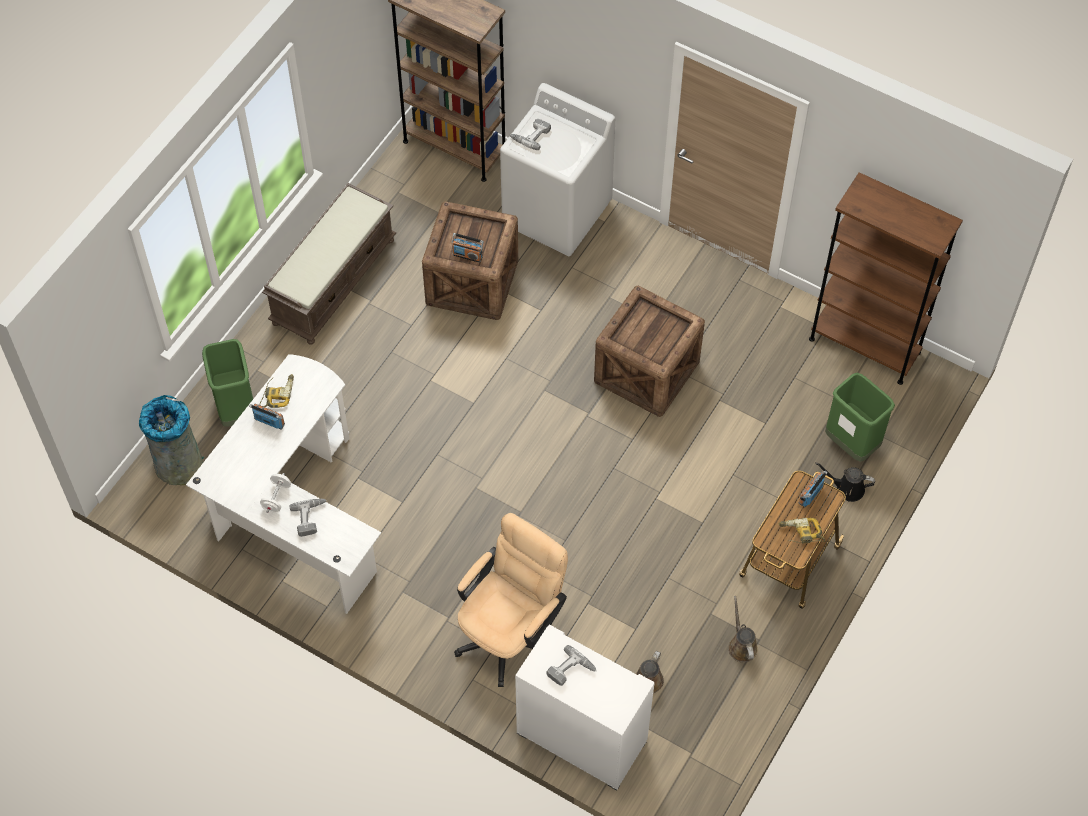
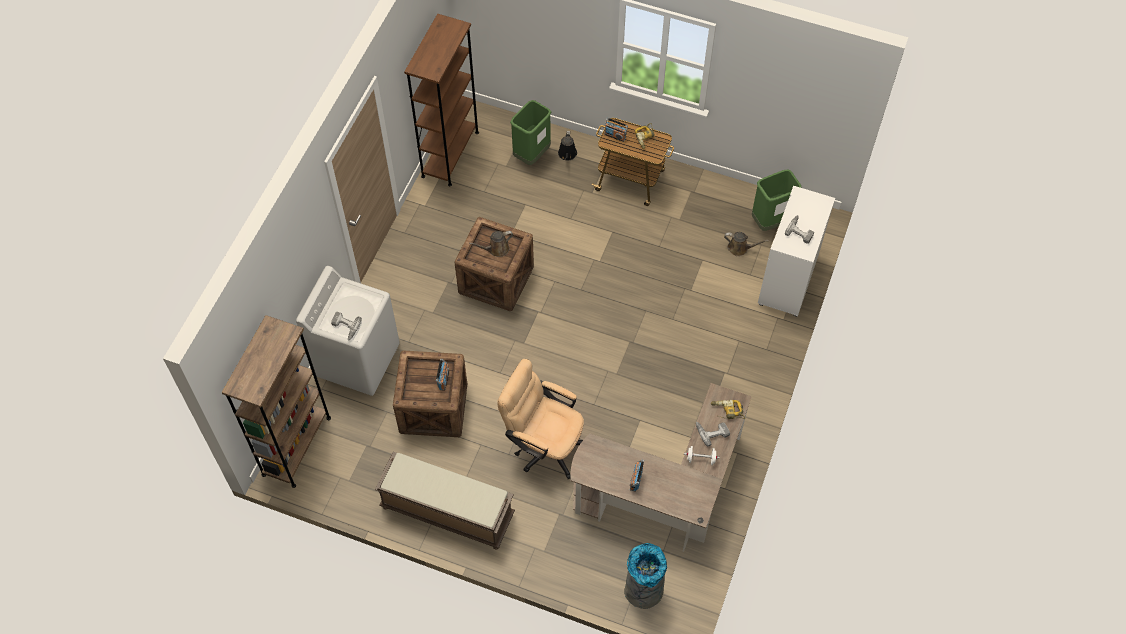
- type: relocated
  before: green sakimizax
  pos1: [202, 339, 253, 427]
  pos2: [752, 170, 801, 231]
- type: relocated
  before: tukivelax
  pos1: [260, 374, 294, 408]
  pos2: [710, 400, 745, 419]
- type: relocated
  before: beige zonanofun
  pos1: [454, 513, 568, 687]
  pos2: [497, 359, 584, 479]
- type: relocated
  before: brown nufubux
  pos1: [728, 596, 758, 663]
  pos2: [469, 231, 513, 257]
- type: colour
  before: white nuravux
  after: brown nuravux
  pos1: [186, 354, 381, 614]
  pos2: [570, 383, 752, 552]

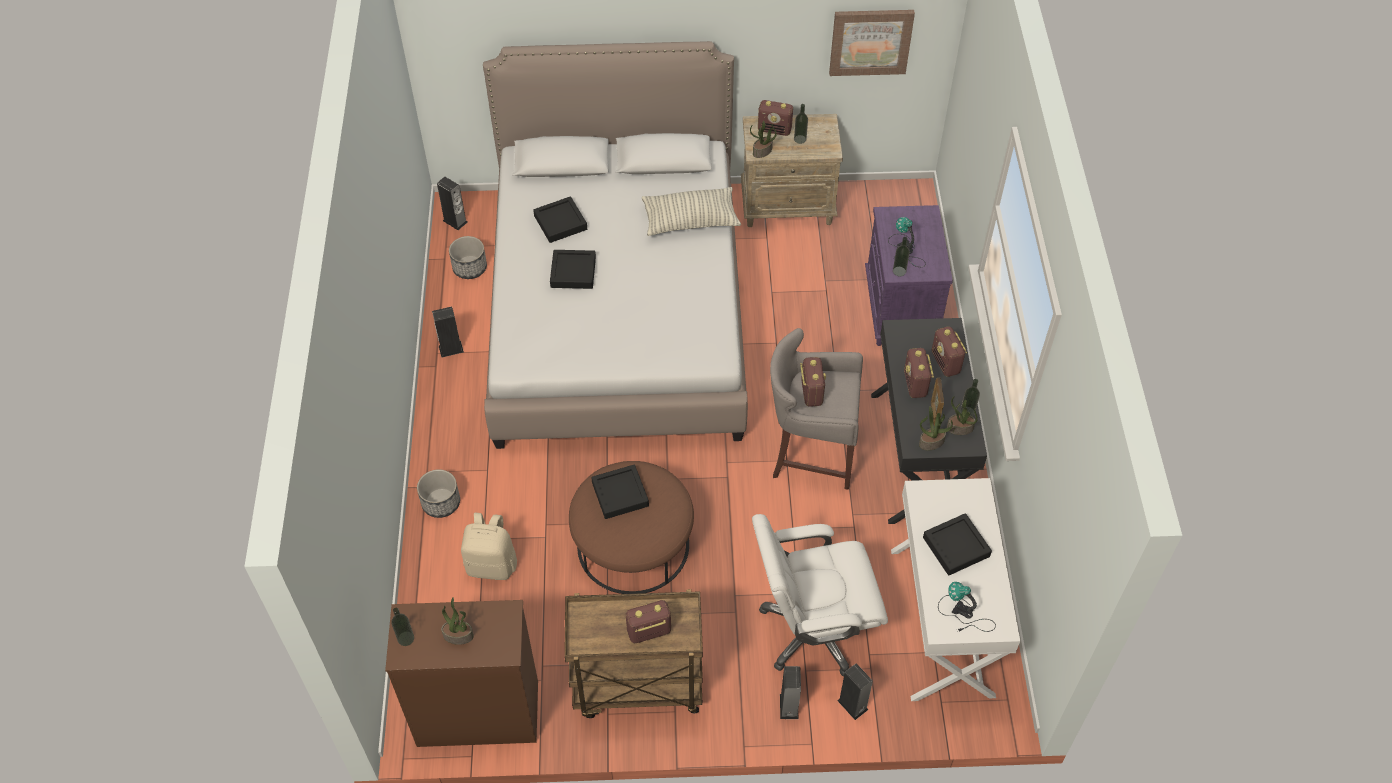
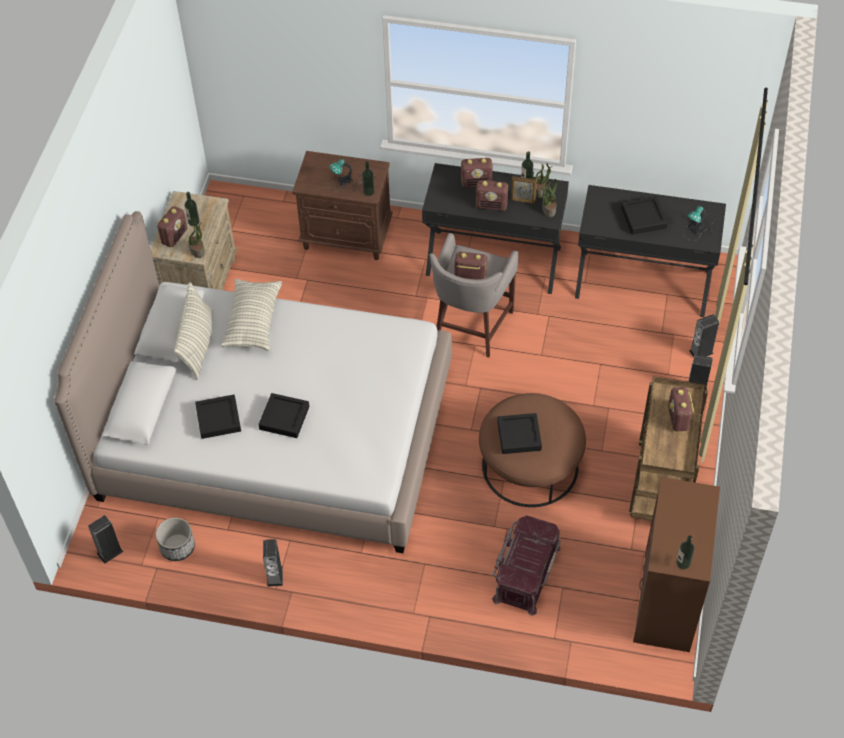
- type: missing
  before: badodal
  pos1: [417, 469, 460, 518]
- type: missing
  before: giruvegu
  pos1: [441, 598, 474, 645]
- type: missing
  before: white zonanofun
  pos1: [752, 514, 888, 677]
- type: missing
  before: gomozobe
  pos1: [829, 10, 915, 76]
- type: appeared
  after: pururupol
  pos2: [174, 282, 213, 380]
- type: exchanged
  before: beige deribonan
  after: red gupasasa
  pos1: [461, 513, 517, 580]
  pos2: [492, 515, 560, 616]
- type: colour
  before: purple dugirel
  after: brown dugirel
  pos1: [865, 205, 953, 346]
  pos2: [292, 151, 393, 260]
- type: colour
  before: white nuravux
  after: black nuravux
  pos1: [891, 478, 1020, 701]
  pos2: [575, 185, 726, 317]

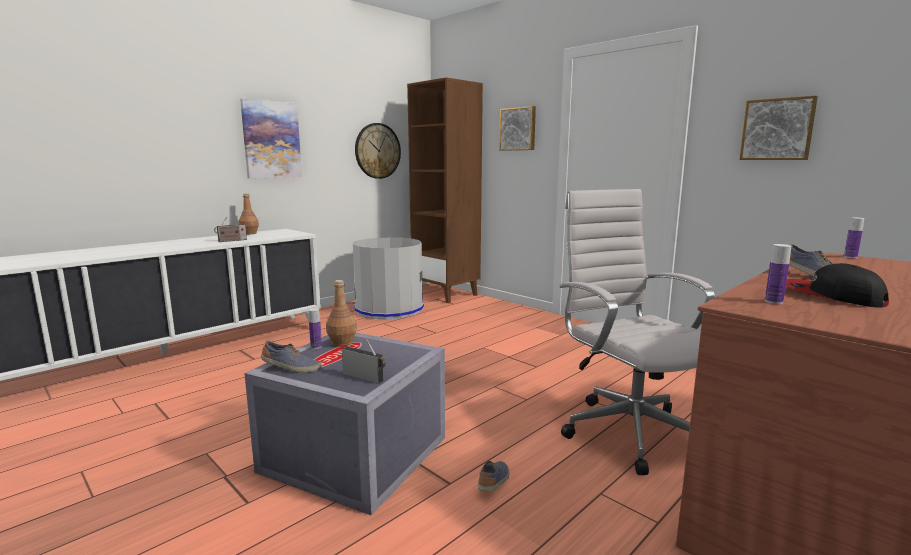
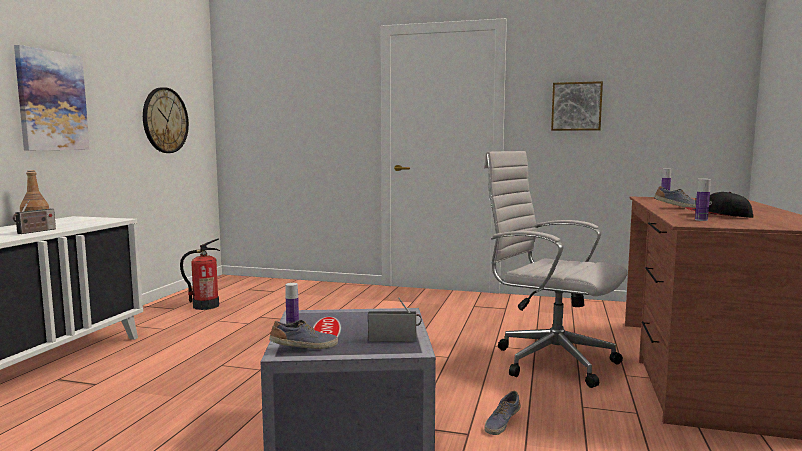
- type: missing
  before: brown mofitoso
  pos1: [326, 280, 357, 346]
- type: missing
  before: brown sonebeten
  pos1: [407, 77, 483, 303]
- type: missing
  before: gomozobe
  pos1: [499, 106, 536, 151]
- type: exchanged
  before: grey sakimizax
  after: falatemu
  pos1: [353, 237, 424, 320]
  pos2: [180, 238, 220, 310]
- type: spun
  before: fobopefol
  pos1: [478, 461, 509, 491]
  pos2: [484, 391, 521, 435]
  turn: -135

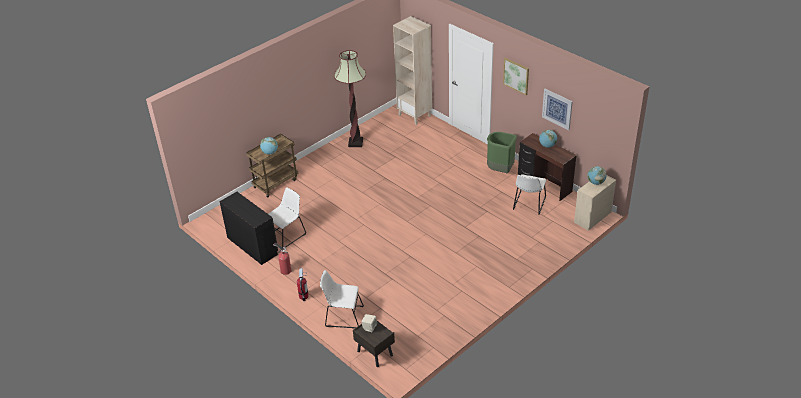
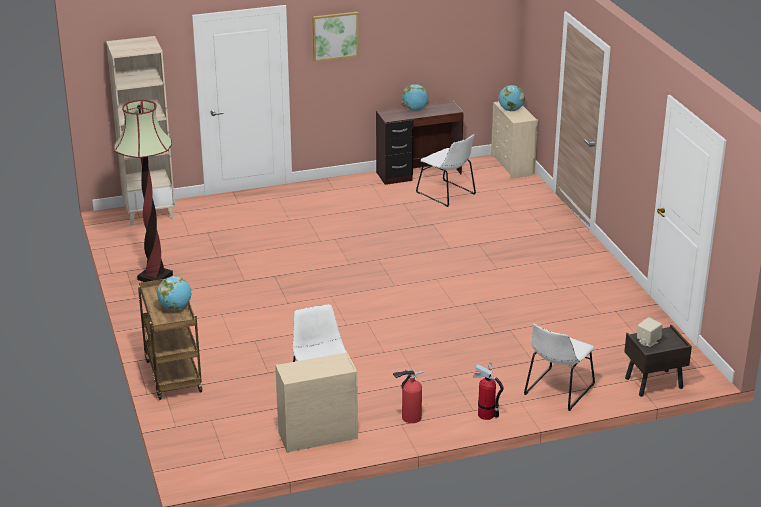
- type: missing
  before: green sakimizax
  pos1: [487, 132, 517, 173]
- type: missing
  before: gomozobe
  pos1: [542, 89, 573, 130]
- type: exchanged
  before: black nuravux
  after: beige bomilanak
  pos1: [220, 192, 278, 265]
  pos2: [275, 352, 358, 453]

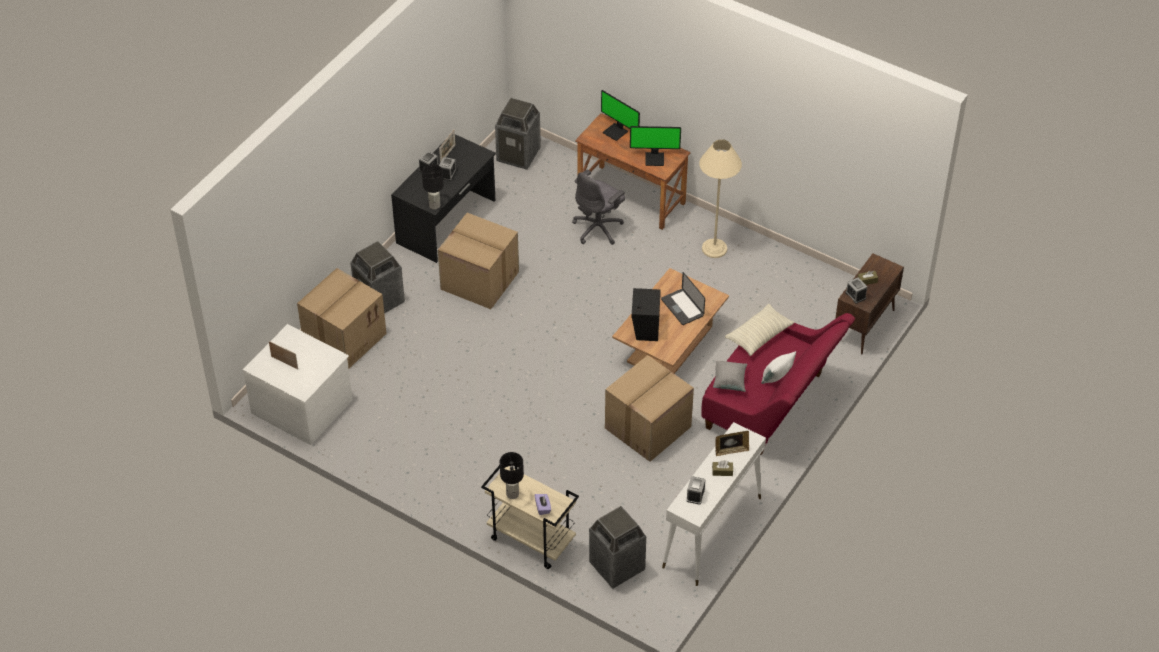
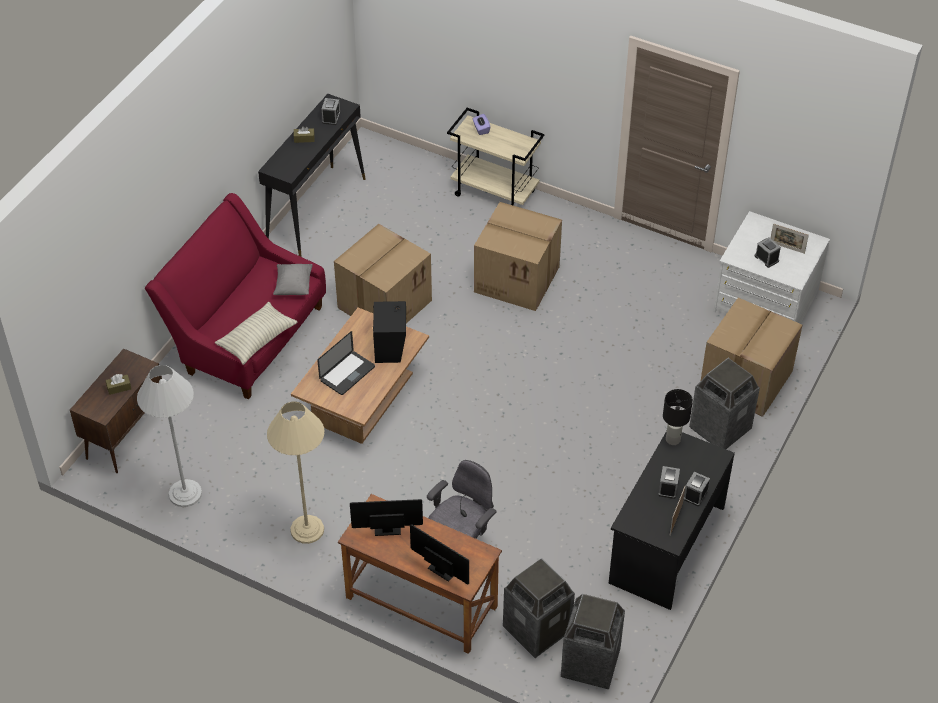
- type: missing
  before: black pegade
  pos1: [500, 452, 524, 499]
- type: missing
  before: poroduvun
  pos1: [715, 431, 749, 456]
- type: missing
  before: white pururupol
  pos1: [761, 351, 796, 384]
- type: appeared
  after: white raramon
  pos2: [137, 365, 202, 507]
- type: relocated
  before: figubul
  pos1: [438, 213, 519, 309]
  pos2: [474, 202, 562, 311]
- type: relocated
  before: sakimizax
  pos1: [589, 506, 646, 589]
  pos2: [503, 558, 575, 658]
- type: relocated
  before: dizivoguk
  pos1: [845, 277, 867, 304]
  pos2: [755, 237, 781, 268]
- type: colour
  before: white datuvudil
  after: black datuvudil
  pos1: [662, 422, 766, 586]
  pos2: [258, 94, 365, 257]
- type: spun
  before: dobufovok
  pos1: [661, 272, 705, 325]
  pos2: [317, 331, 375, 395]
  turn: 75

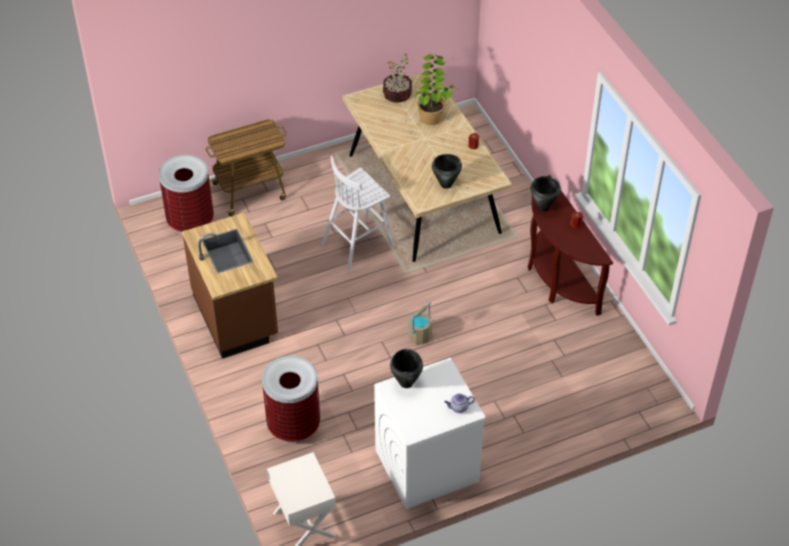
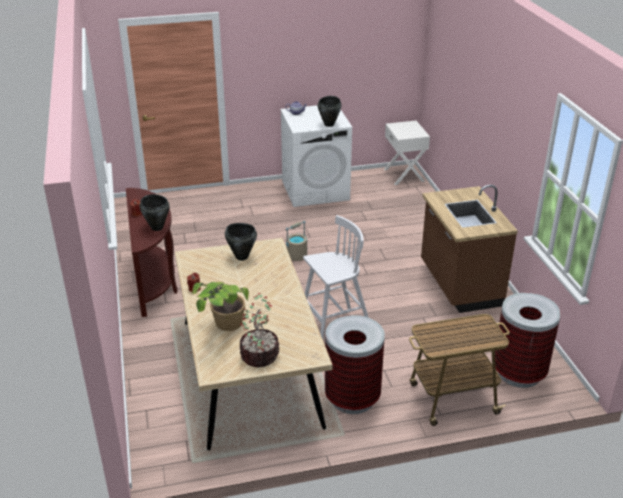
- type: relocated
  before: sakimizax
  pos1: [262, 356, 320, 443]
  pos2: [325, 315, 385, 414]

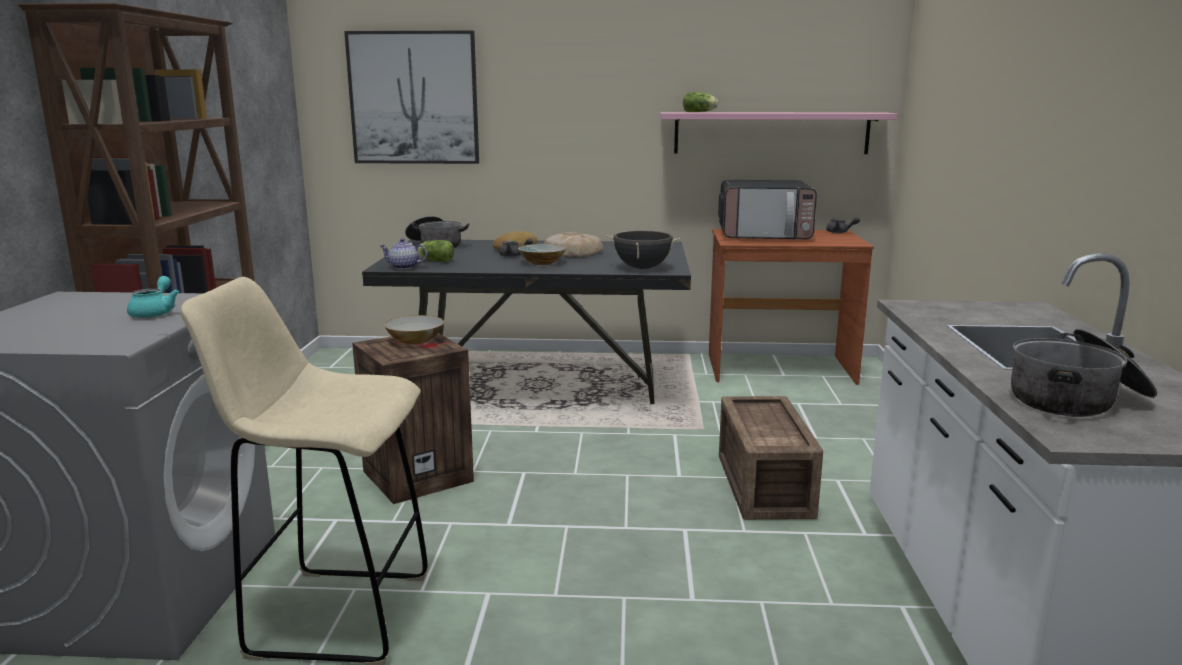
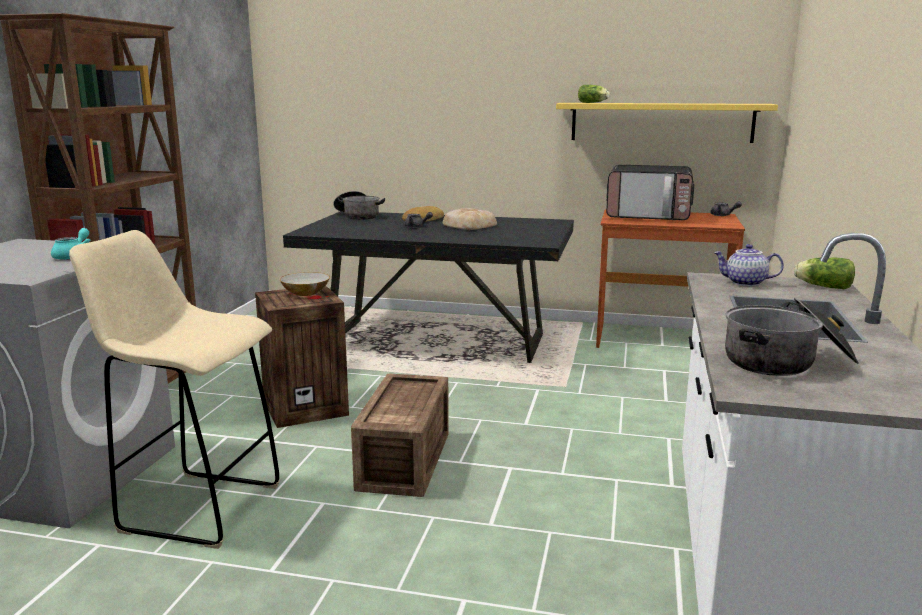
- type: missing
  before: gomozobe
  pos1: [344, 31, 479, 164]
- type: missing
  before: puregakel
  pos1: [518, 244, 566, 265]
- type: missing
  before: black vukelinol
  pos1: [607, 231, 680, 269]
- type: relocated
  before: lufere
  pos1: [380, 238, 427, 270]
  pos2: [714, 244, 784, 286]
- type: relocated
  before: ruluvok
  pos1: [418, 240, 454, 262]
  pos2: [794, 258, 855, 289]
- type: relocated
  before: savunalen
  pos1: [719, 396, 823, 520]
  pos2: [351, 374, 449, 497]
- type: colour
  before: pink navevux
  after: yellow navevux
  pos1: [660, 112, 897, 154]
  pos2: [556, 103, 778, 143]

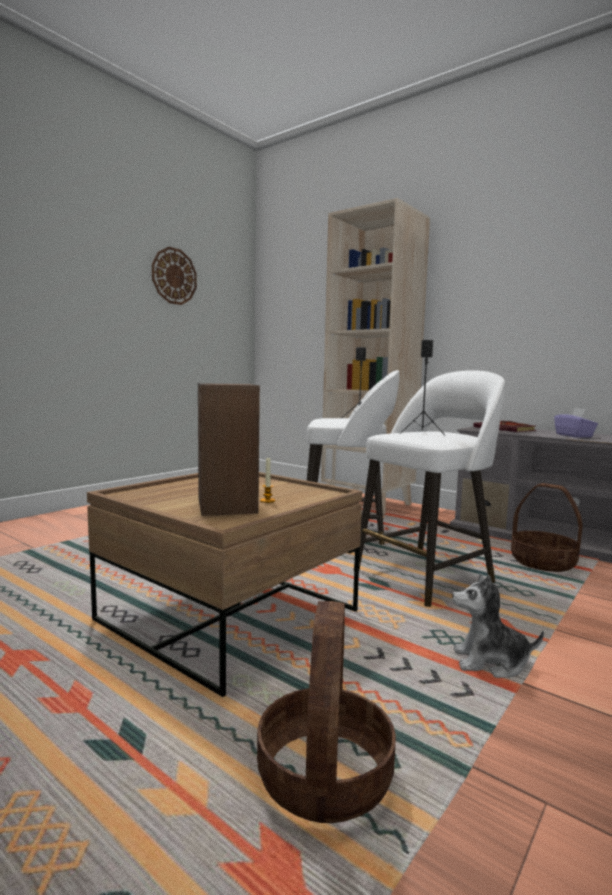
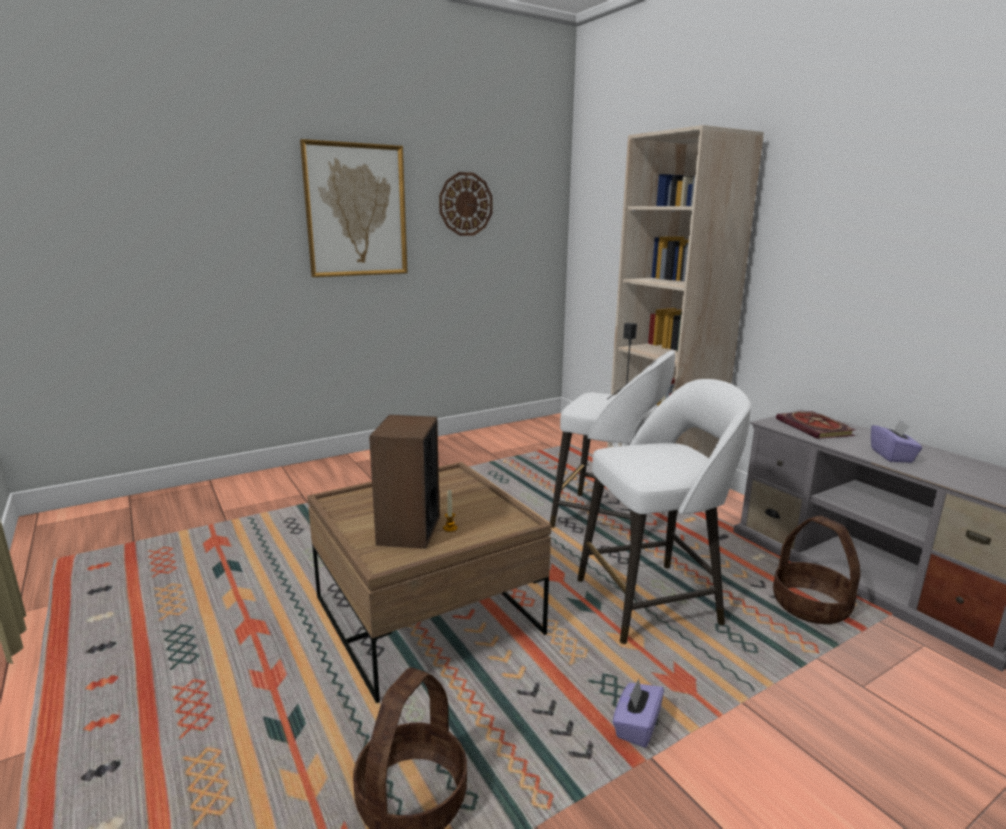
- type: missing
  before: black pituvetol
  pos1: [400, 340, 446, 436]
- type: appeared
  after: gomozobe
  pos2: [300, 139, 408, 277]
- type: exchanged
  before: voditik
  after: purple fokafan
  pos1: [452, 574, 544, 678]
  pos2: [613, 678, 664, 748]

